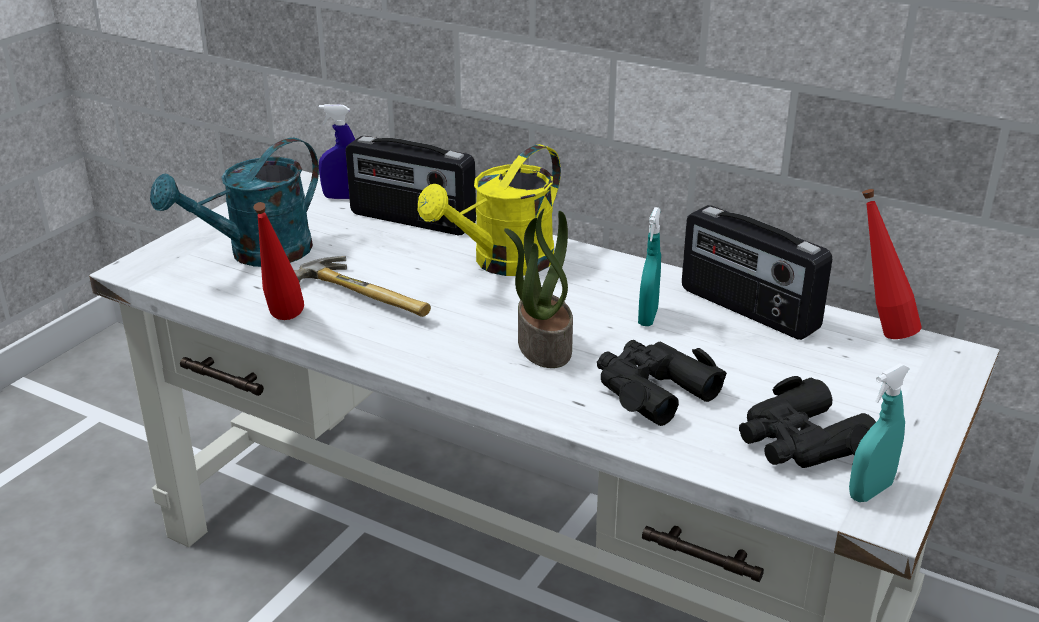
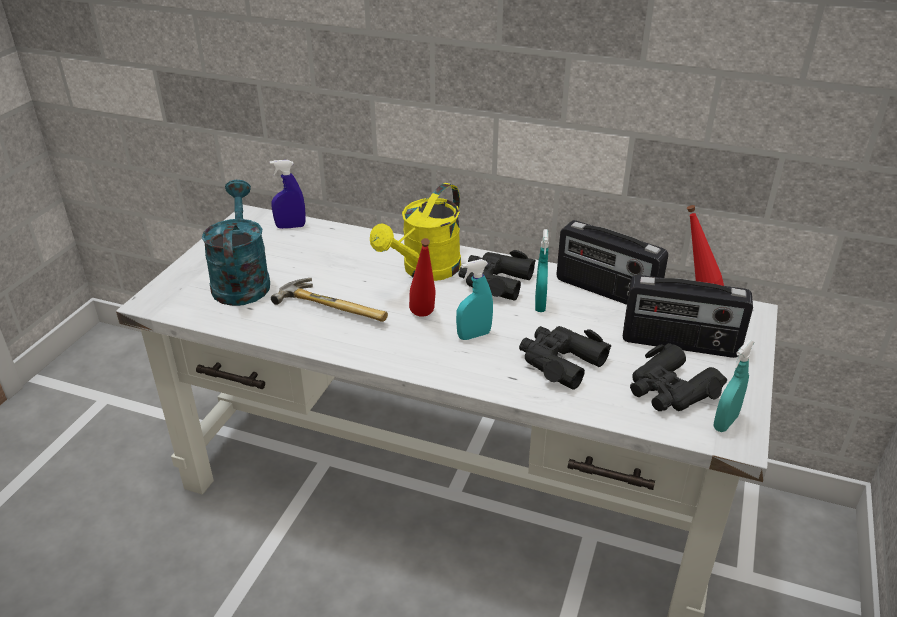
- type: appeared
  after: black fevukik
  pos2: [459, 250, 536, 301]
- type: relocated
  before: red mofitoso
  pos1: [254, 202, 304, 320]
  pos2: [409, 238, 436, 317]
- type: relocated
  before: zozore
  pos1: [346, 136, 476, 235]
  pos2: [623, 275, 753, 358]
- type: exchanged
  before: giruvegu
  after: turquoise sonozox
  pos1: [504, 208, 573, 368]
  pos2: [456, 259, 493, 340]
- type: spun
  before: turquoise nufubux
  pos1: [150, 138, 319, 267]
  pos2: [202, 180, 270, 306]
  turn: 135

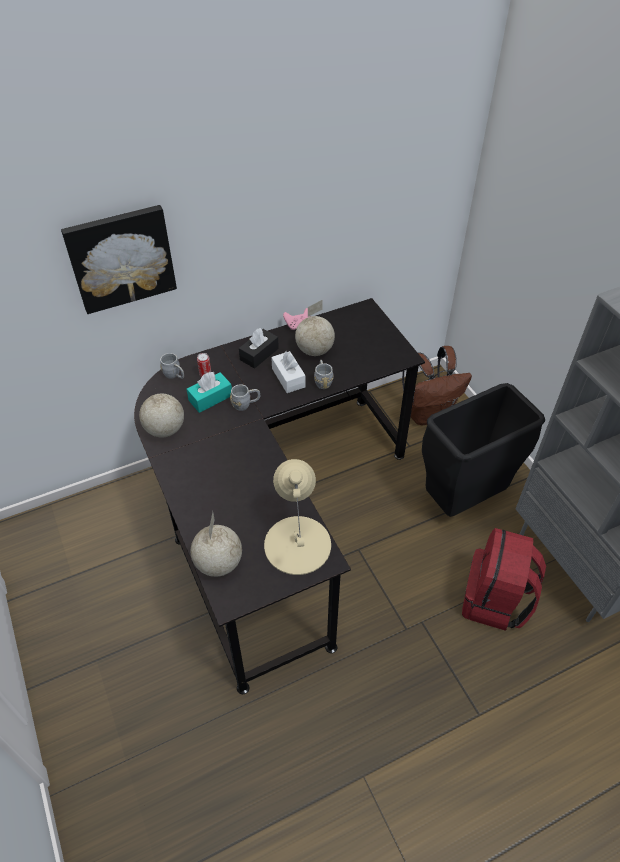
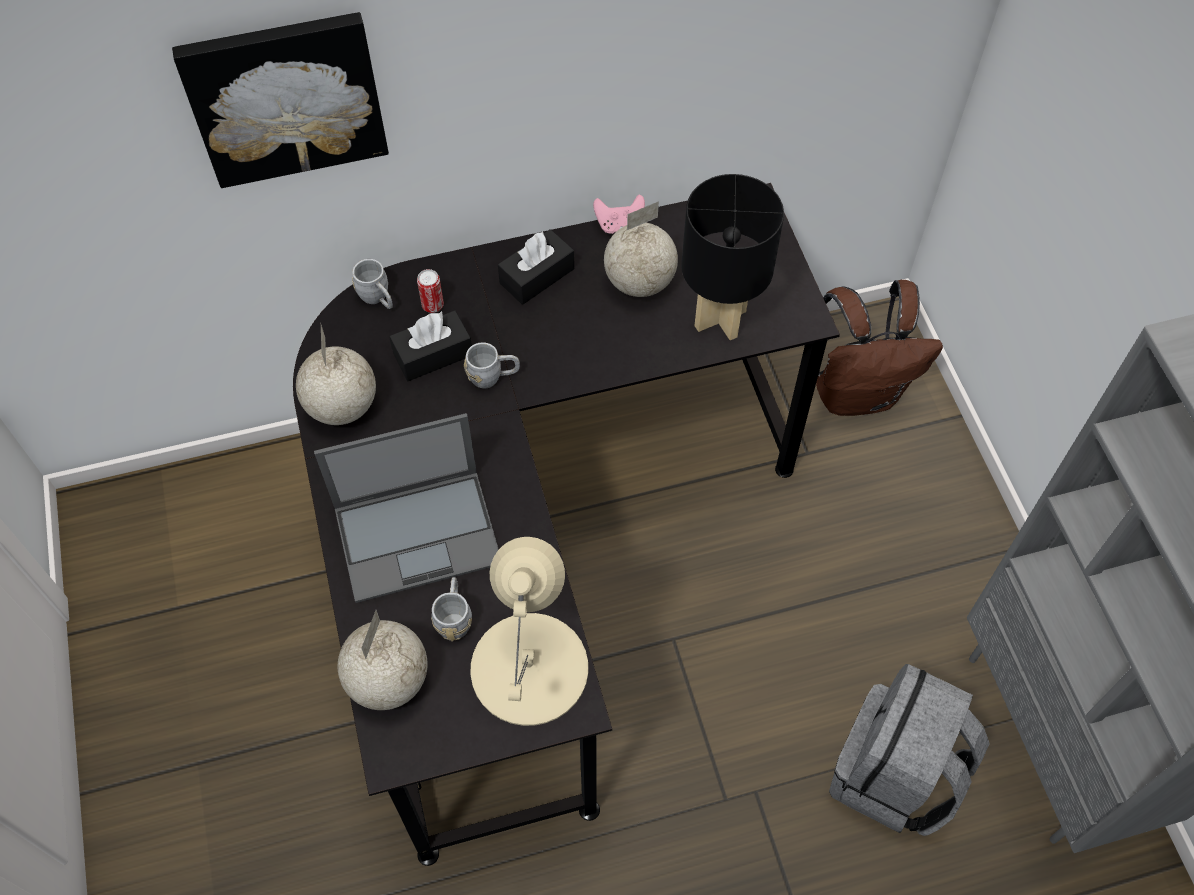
- type: missing
  before: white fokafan
  pos1: [271, 351, 306, 393]
- type: missing
  before: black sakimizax
  pos1: [422, 383, 545, 517]
- type: appeared
  after: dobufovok
  pos2: [314, 413, 499, 603]
- type: appeared
  after: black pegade
  pos2: [681, 174, 784, 340]
- type: relocated
  before: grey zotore
  pos1: [314, 360, 334, 389]
  pos2: [431, 577, 472, 641]
- type: colour
  before: turquoise fokafan
  after: black fokafan
  pos1: [187, 372, 232, 413]
  pos2: [389, 311, 472, 381]
- type: colour
  before: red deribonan
  after: grey deribonan
  pos1: [462, 528, 546, 631]
  pos2: [829, 664, 990, 836]

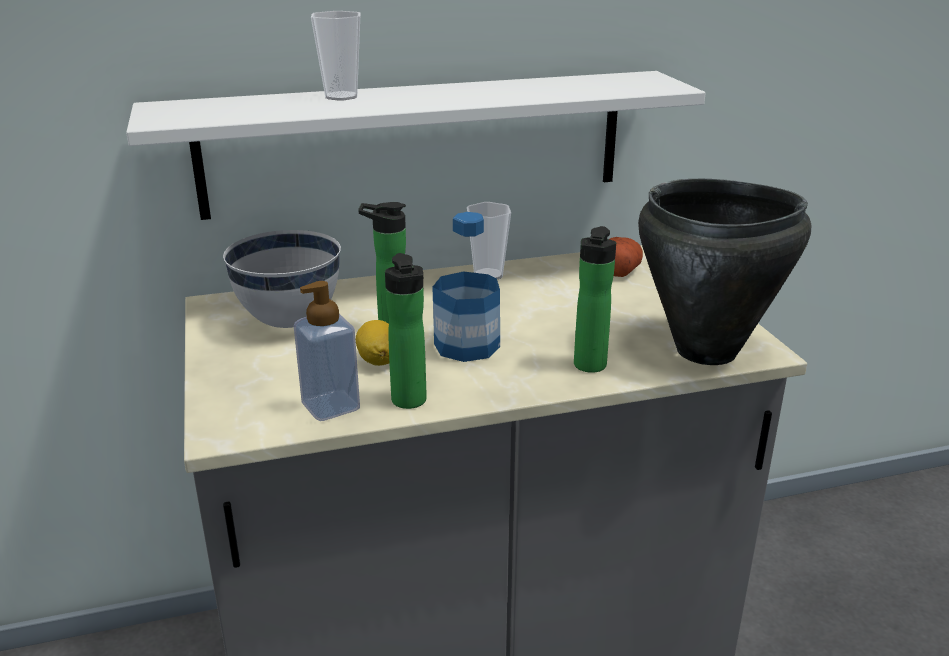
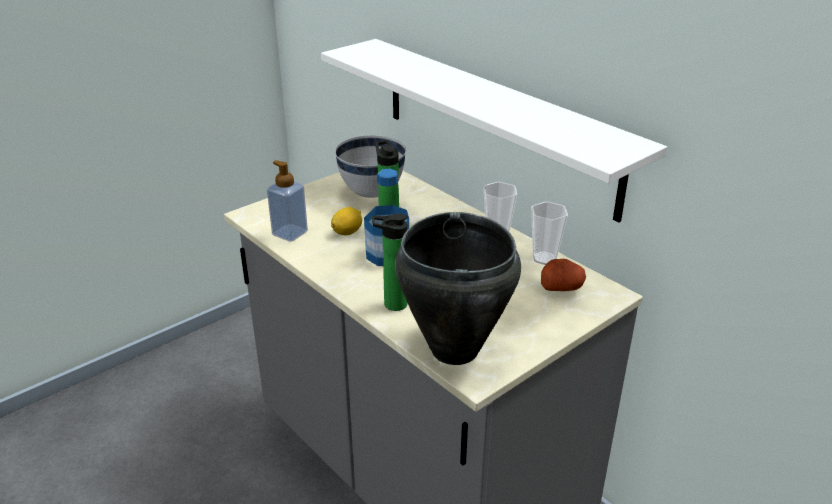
- type: missing
  before: mofitoso
  pos1: [385, 253, 427, 409]
- type: relocated
  before: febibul
  pos1: [311, 11, 361, 101]
  pos2: [531, 201, 568, 265]

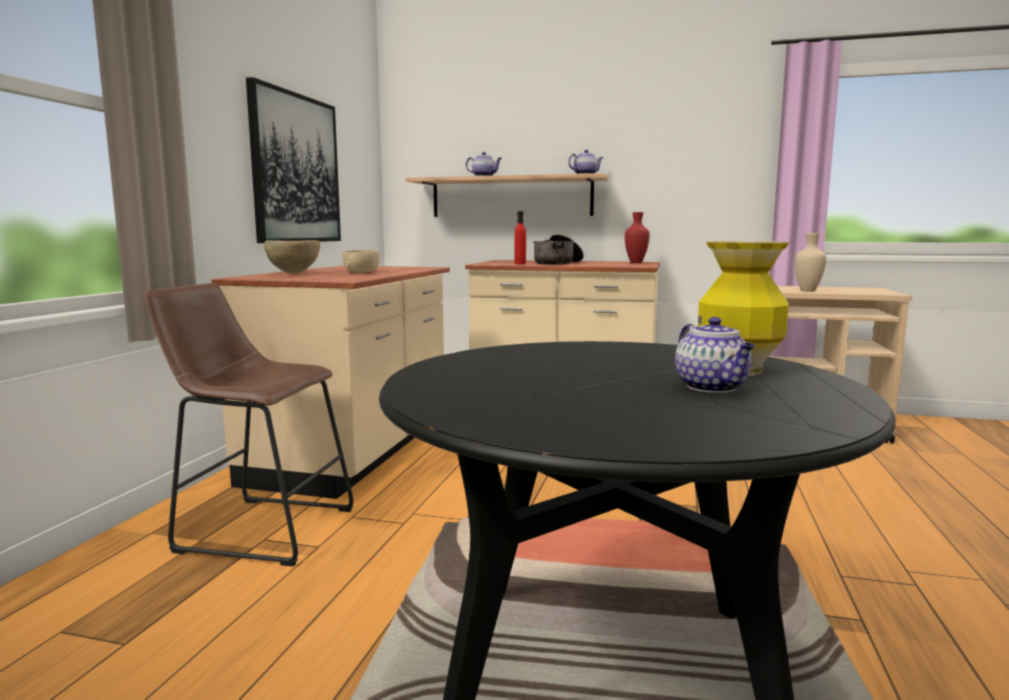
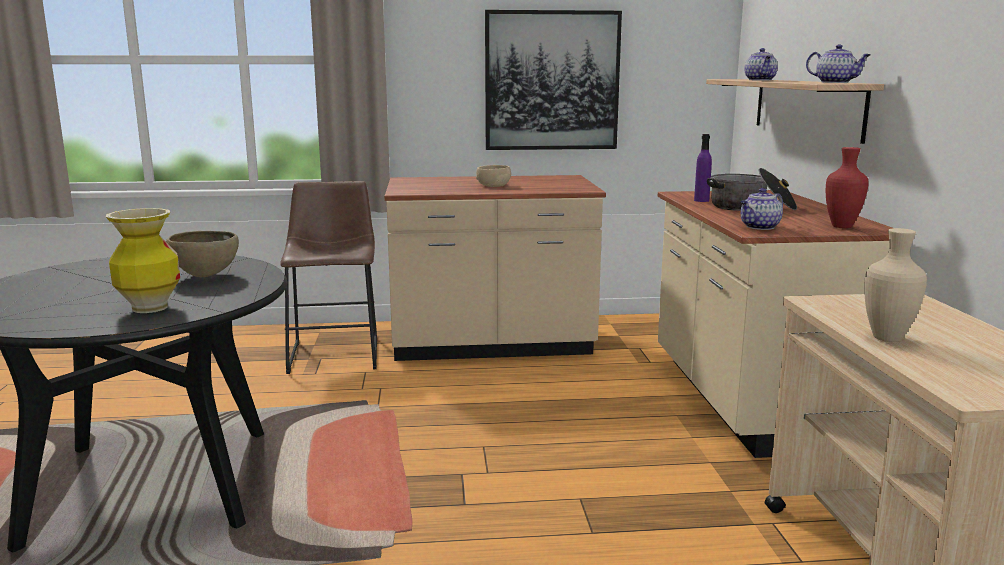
- type: relocated
  before: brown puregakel
  pos1: [264, 240, 320, 274]
  pos2: [166, 231, 239, 277]
- type: relocated
  before: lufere
  pos1: [675, 317, 755, 393]
  pos2: [740, 188, 783, 230]
- type: colour
  before: red mofitoso
  after: purple mofitoso
  pos1: [514, 211, 526, 264]
  pos2: [694, 134, 712, 202]

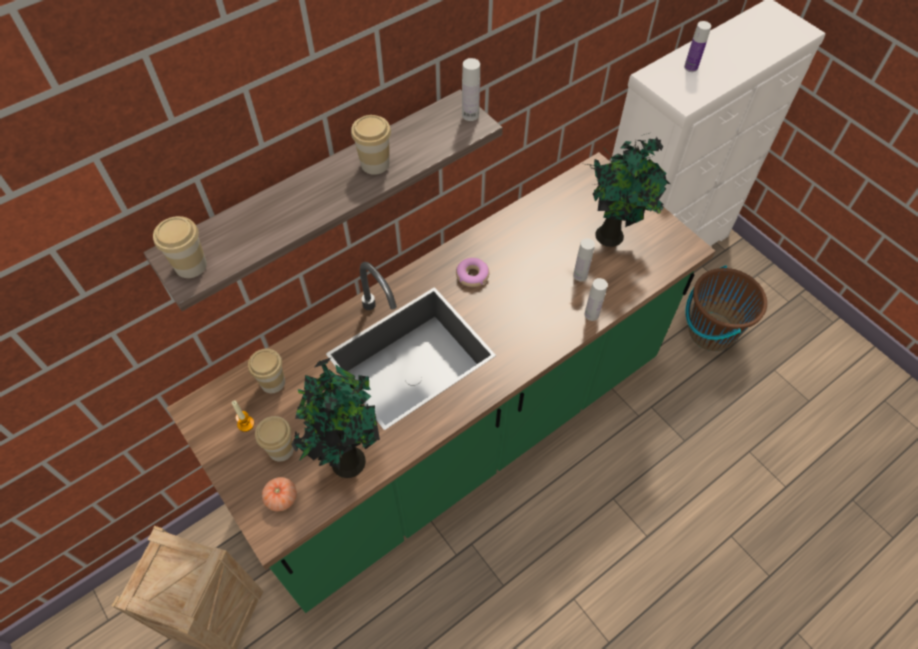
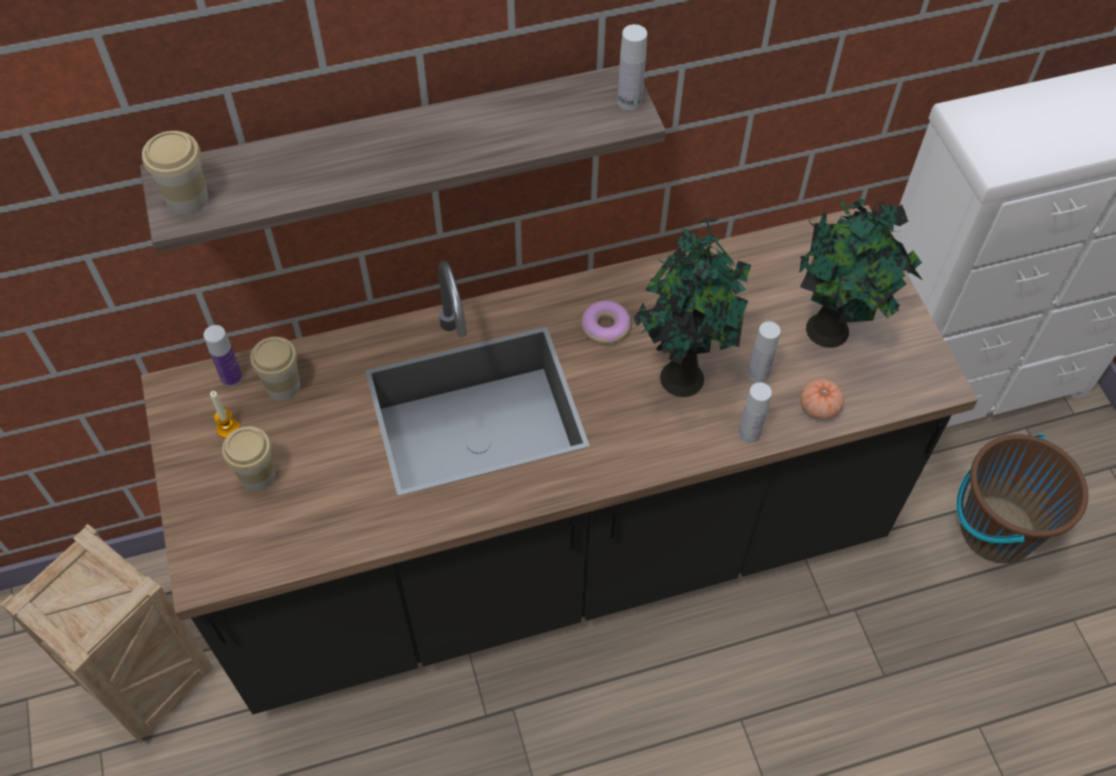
- type: missing
  before: febibul
  pos1: [351, 115, 391, 175]
- type: relocated
  before: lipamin
  pos1: [262, 477, 297, 511]
  pos2: [800, 379, 844, 420]
- type: relocated
  before: giruvegu
  pos1: [291, 358, 380, 478]
  pos2: [633, 217, 751, 397]
- type: relocated
  before: mofitoso
  pos1: [684, 21, 711, 72]
  pos2: [204, 325, 242, 387]
- type: colour
  before: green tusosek
  after: black tusosek
  pos1: [167, 152, 715, 613]
  pos2: [141, 205, 978, 714]

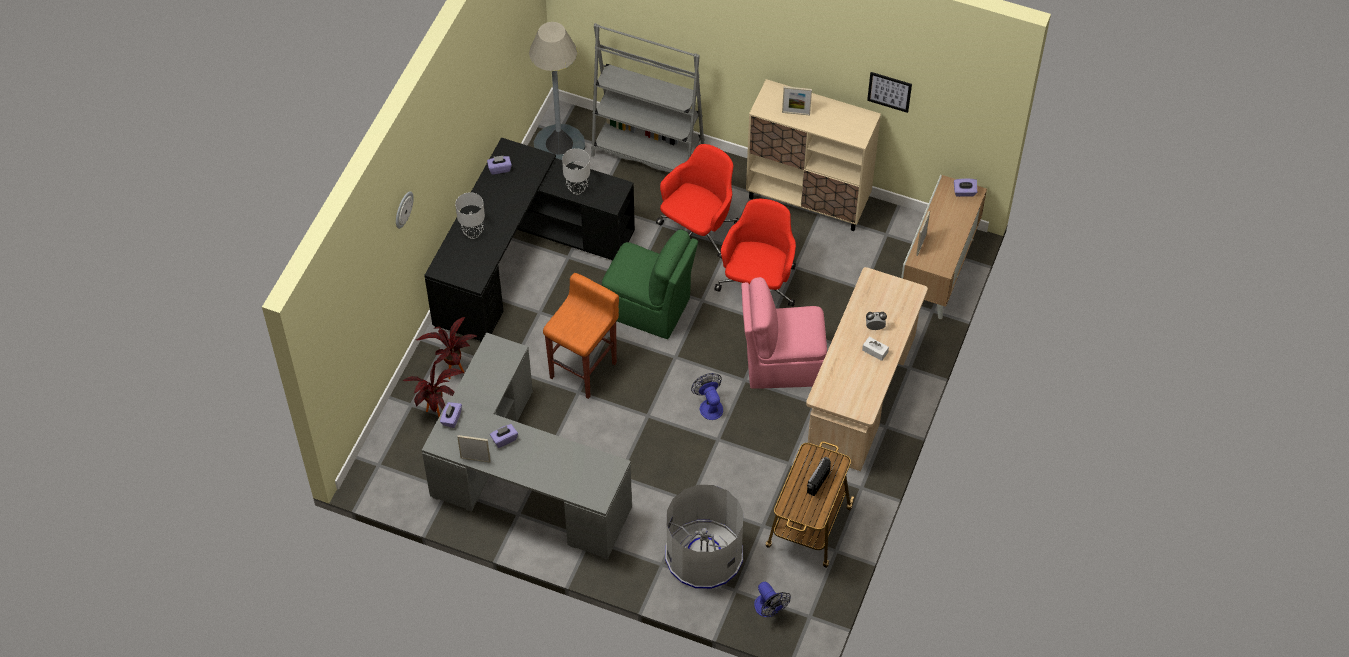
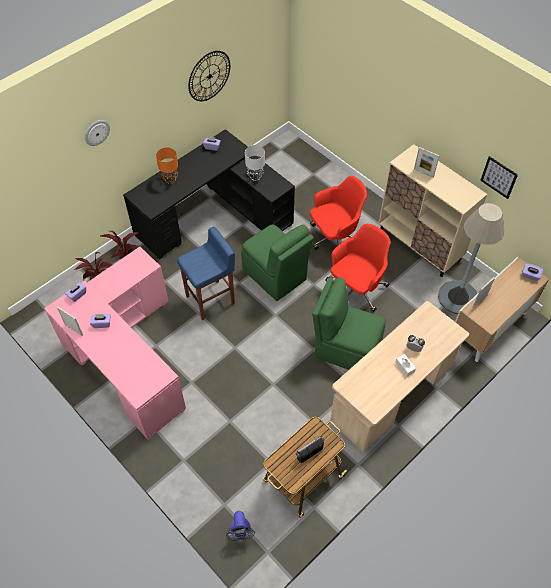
- type: missing
  before: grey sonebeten
  pos1: [591, 23, 705, 172]
- type: missing
  before: grey sakimizax
  pos1: [665, 485, 743, 589]
- type: missing
  before: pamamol
  pos1: [691, 373, 723, 420]
- type: appeared
  after: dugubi
  pos2: [188, 51, 230, 101]
- type: relocated
  before: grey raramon
  pos1: [529, 22, 585, 163]
  pos2: [438, 203, 504, 314]
- type: colour
  before: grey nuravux
  after: pink nuravux
  pos1: [422, 332, 632, 559]
  pos2: [44, 247, 186, 439]
- type: colour
  before: grey pegade
  after: orange pegade
  pos1: [455, 192, 485, 239]
  pos2: [156, 147, 178, 184]
- type: colour
  before: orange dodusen
  after: blue dodusen
  pos1: [543, 273, 619, 399]
  pos2: [177, 227, 235, 320]
- type: colour
  before: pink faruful
  after: green faruful
  pos1: [741, 277, 827, 389]
  pos2: [312, 278, 386, 370]

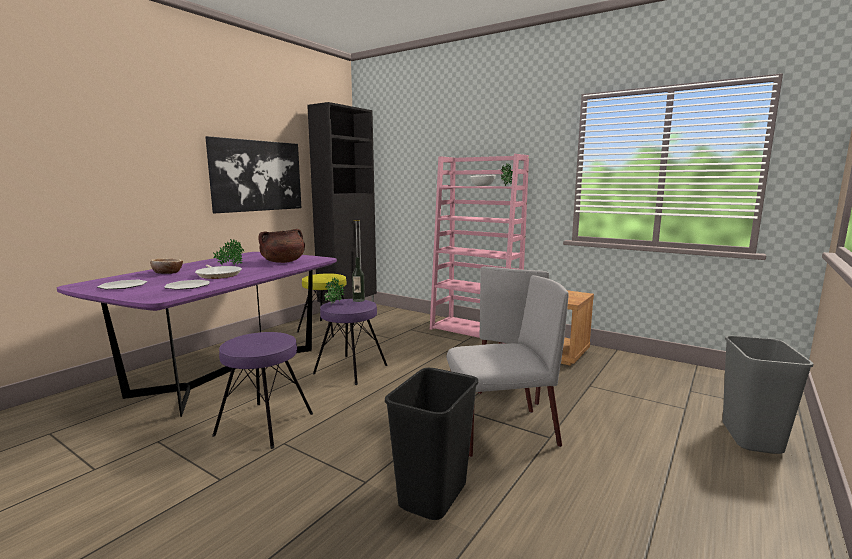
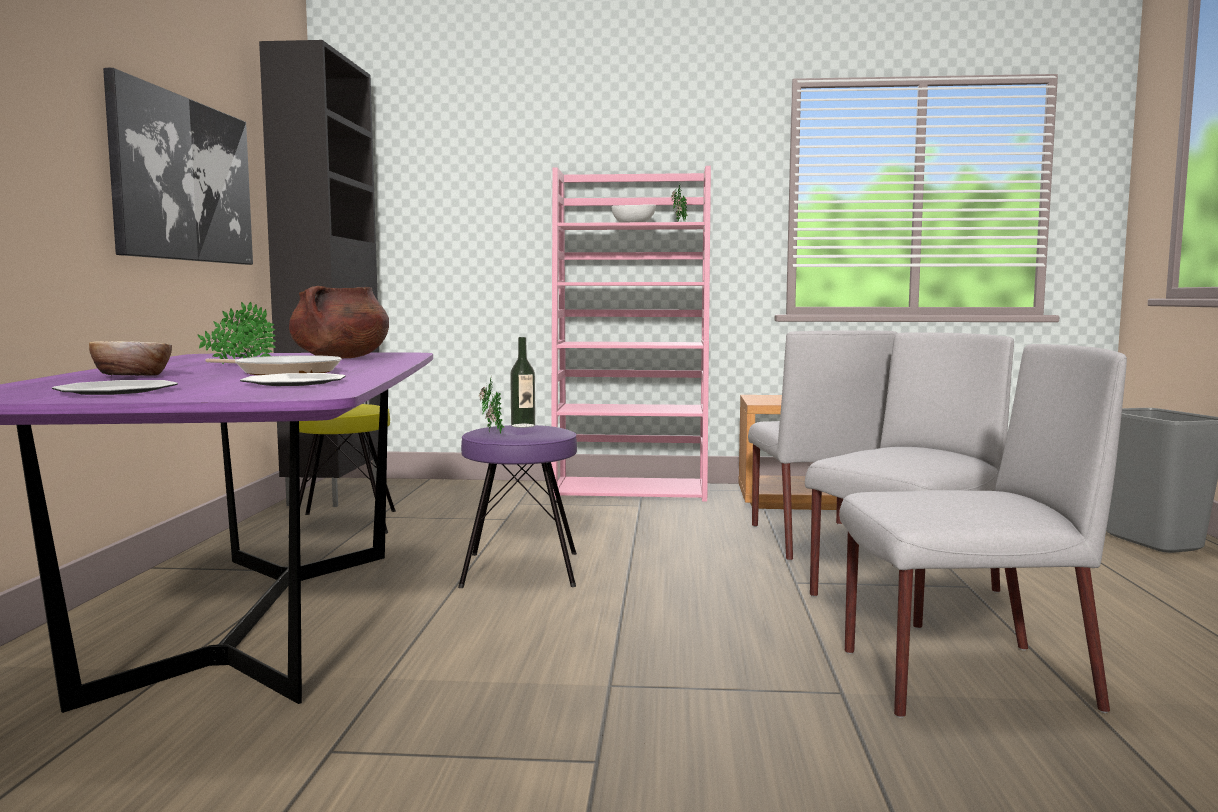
- type: missing
  before: purple dodusen
  pos1: [212, 332, 313, 449]
- type: exchanged
  before: black sakimizax
  after: grey faruful
  pos1: [385, 368, 478, 520]
  pos2: [839, 344, 1127, 718]

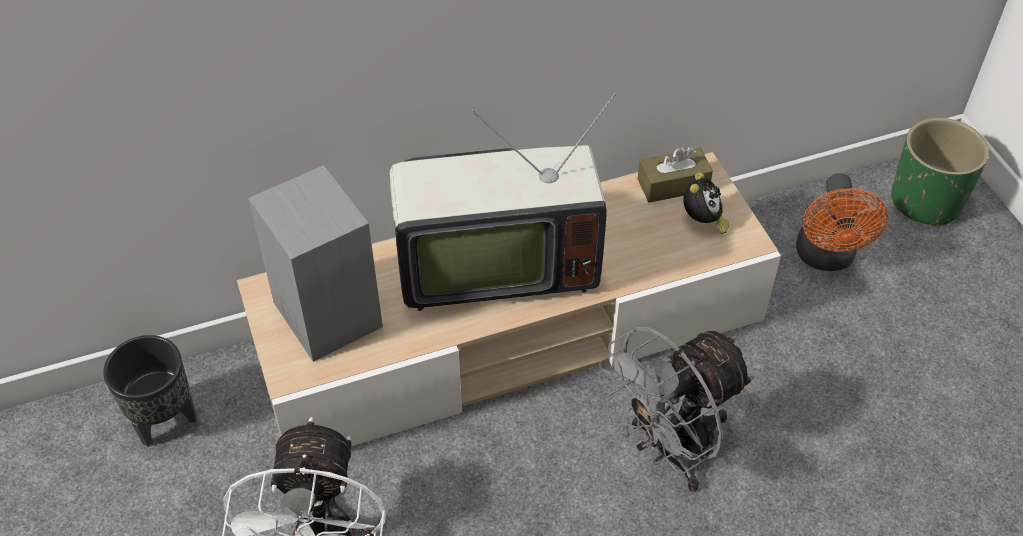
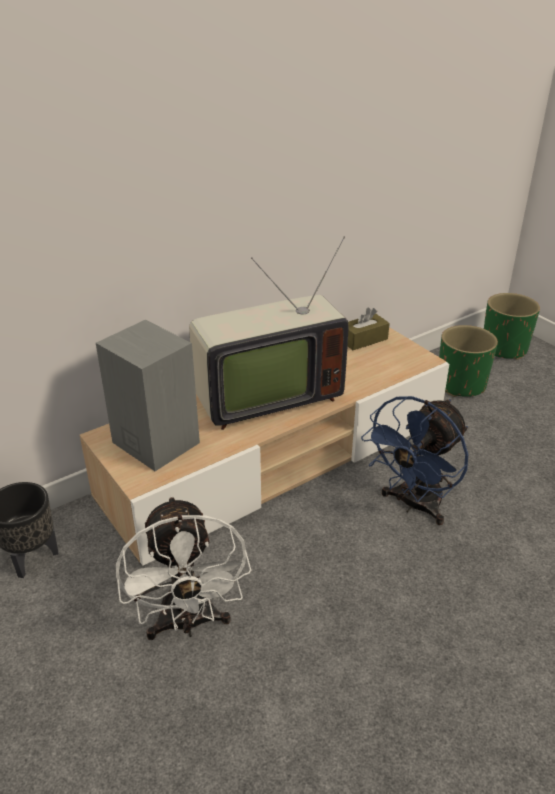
- type: missing
  before: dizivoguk
  pos1: [683, 172, 729, 234]
- type: exchanged
  before: orange pamamol
  after: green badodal
  pos1: [796, 173, 888, 271]
  pos2: [439, 325, 498, 397]
- type: colour
  before: grey pamamol
  after: blue pamamol
  pos1: [599, 327, 754, 492]
  pos2: [361, 396, 468, 525]

